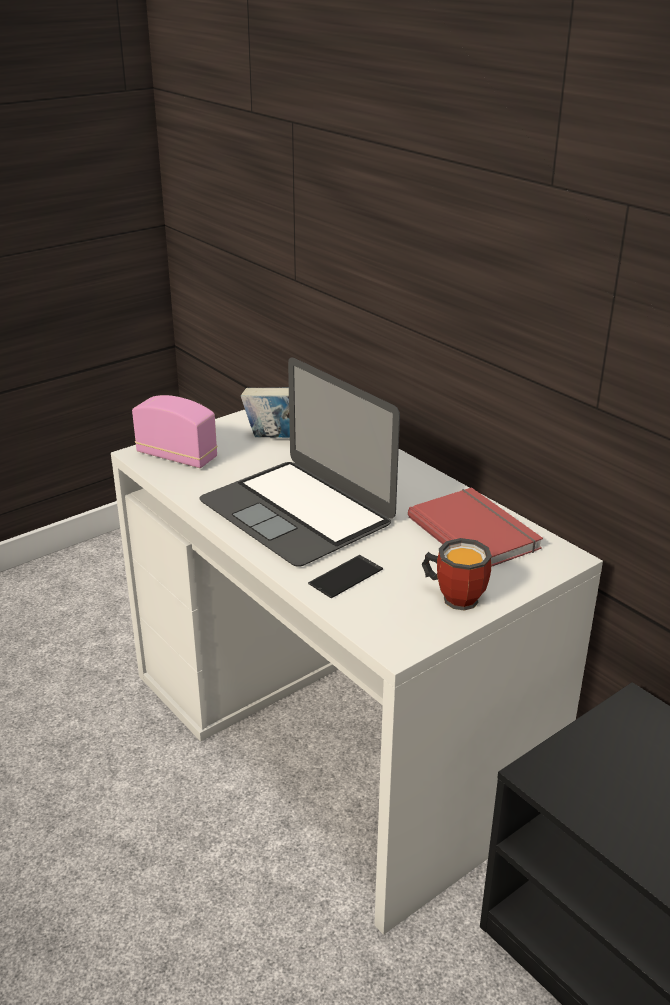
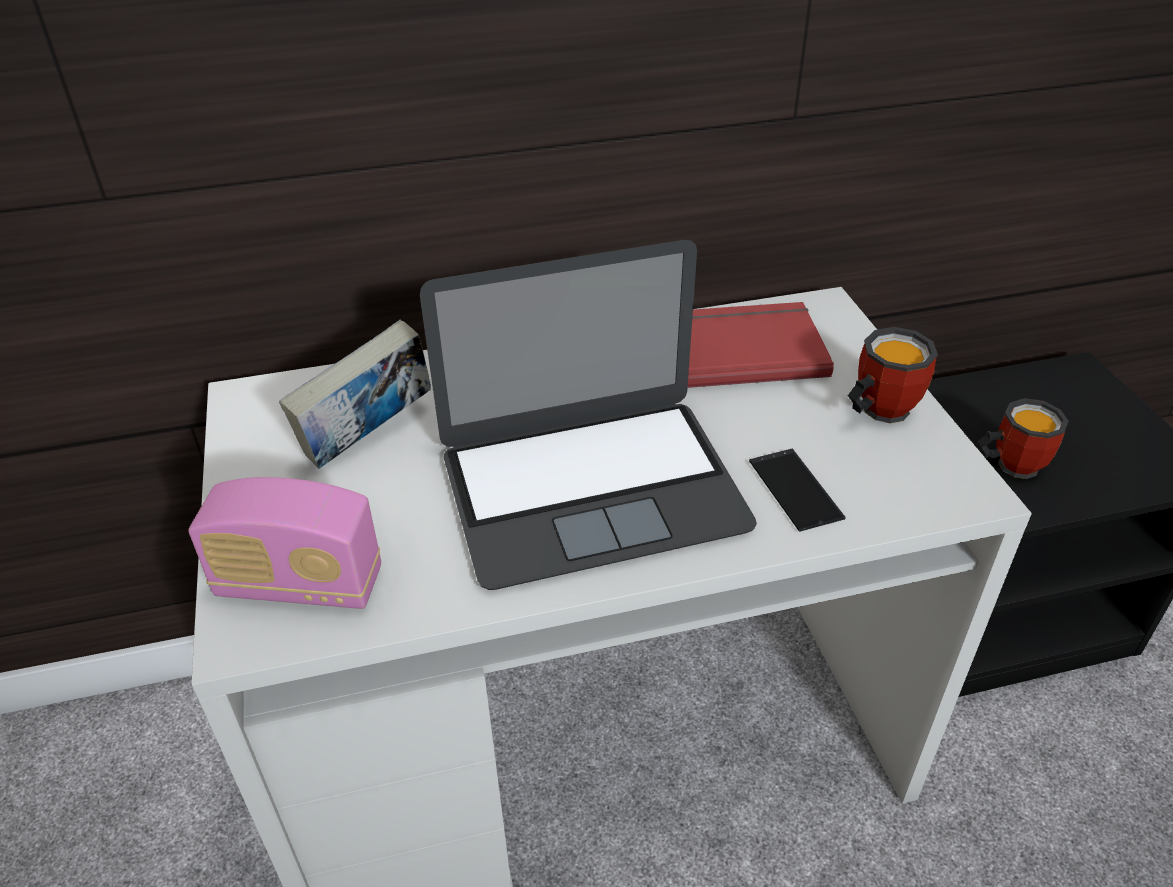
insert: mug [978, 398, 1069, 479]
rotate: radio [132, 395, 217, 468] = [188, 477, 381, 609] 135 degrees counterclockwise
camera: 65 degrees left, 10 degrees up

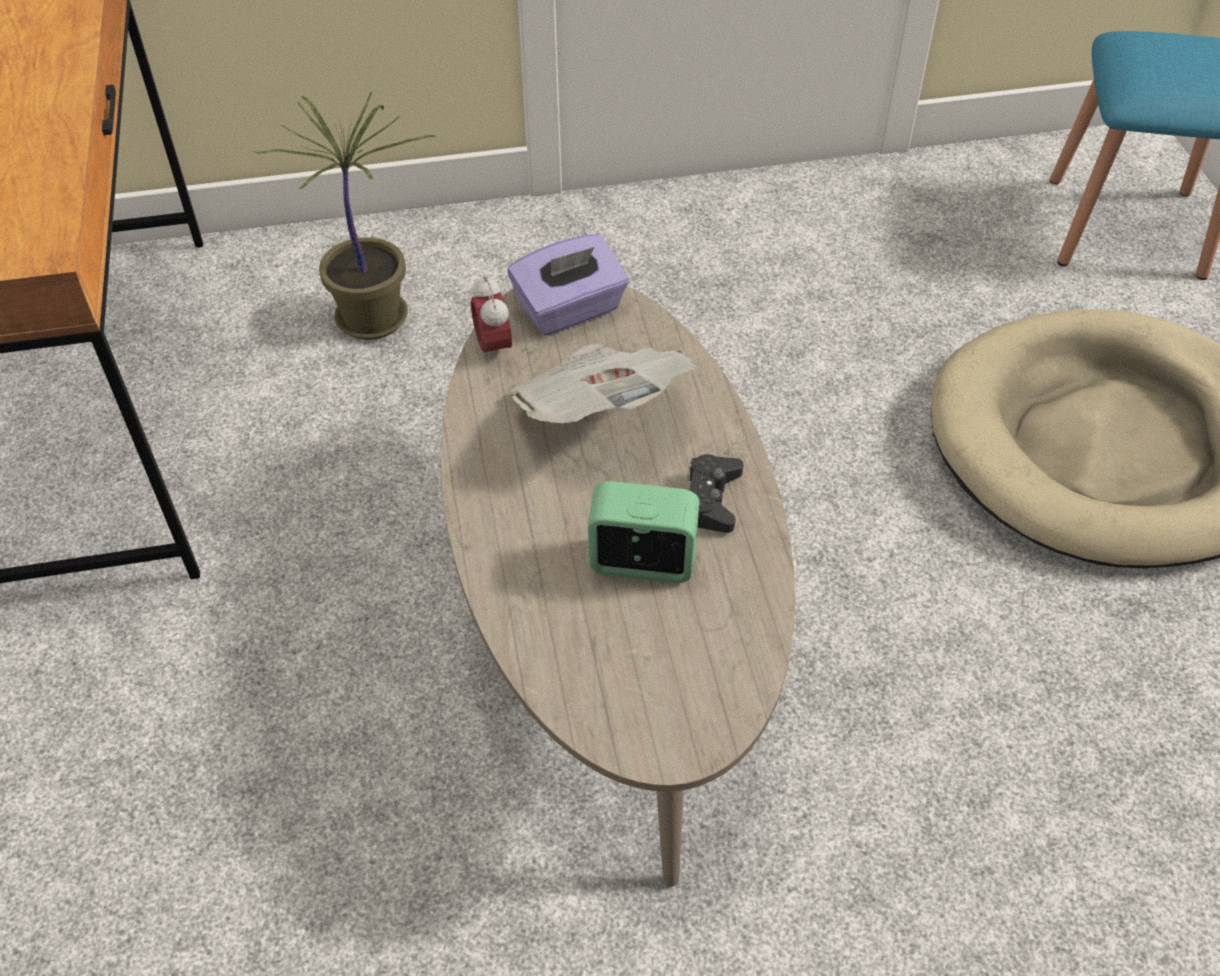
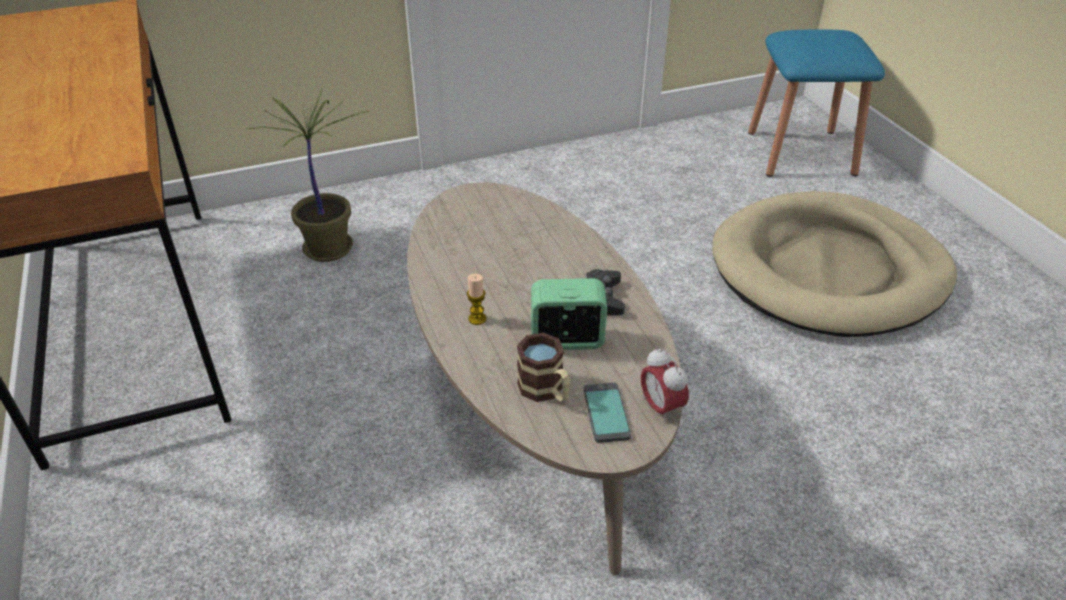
delete: tissue box in purple [508, 234, 629, 335]; newspaper [510, 343, 696, 423]
insert: candle [467, 274, 486, 325]; mug [517, 333, 570, 402]; phone [584, 383, 631, 443]
move: alarm clock [471, 275, 512, 364] to [641, 347, 689, 423]
camera: 10 degrees left, 10 degrees down

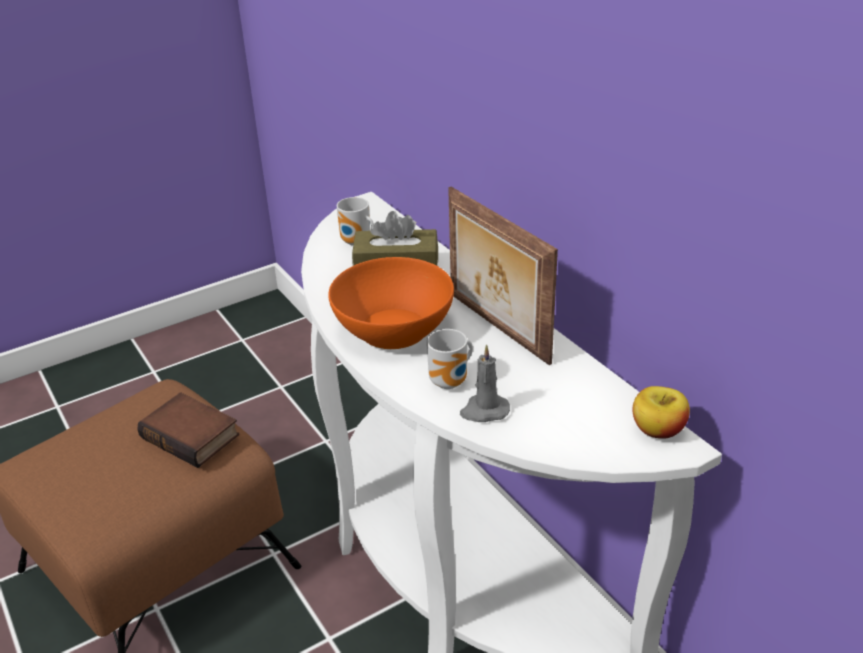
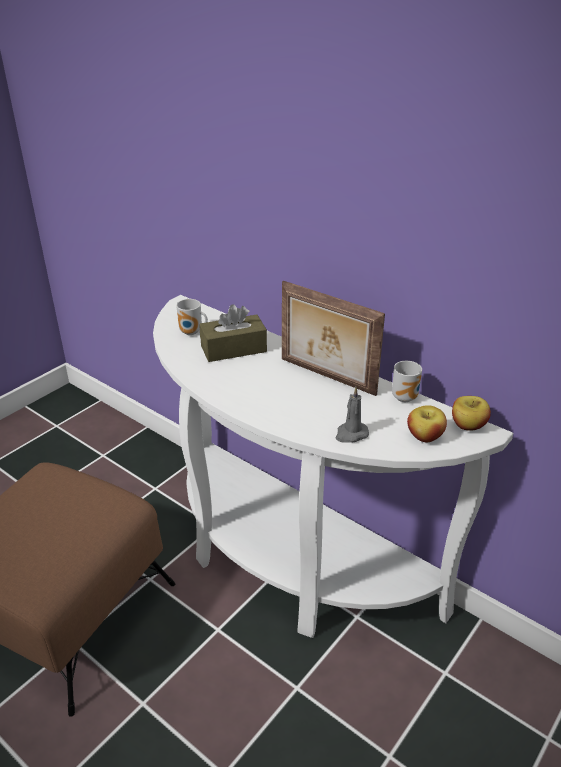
delete: book [137, 393, 239, 468]; bowl in orange [328, 257, 454, 349]
insert: apple [407, 405, 447, 442]
move: mug [427, 329, 473, 389] to [392, 361, 422, 402]
camera: 20 degrees left, 0 degrees up

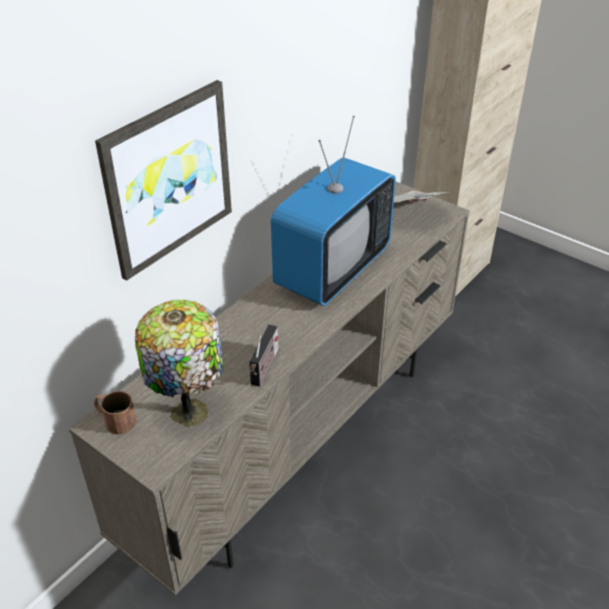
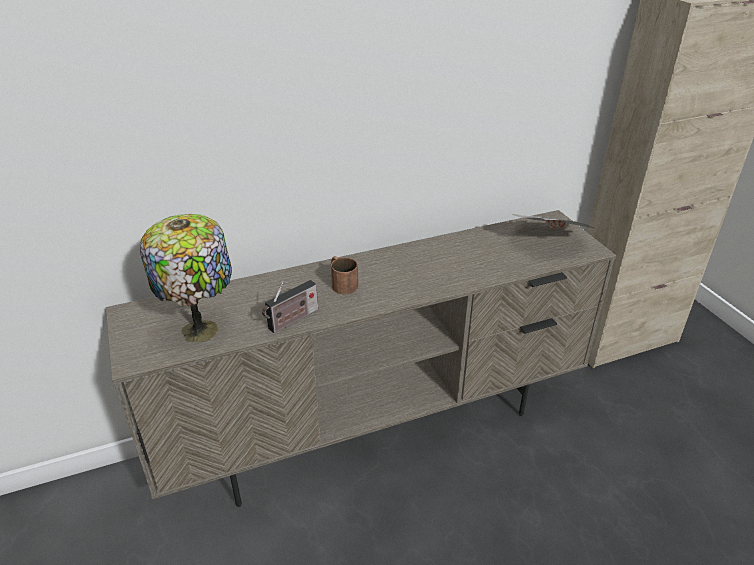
delete: picture [95, 80, 232, 281]; television [271, 116, 396, 306]
move: mug in brown [94, 391, 136, 434] to [331, 256, 358, 295]
camera: 30 degrees right, 5 degrees down

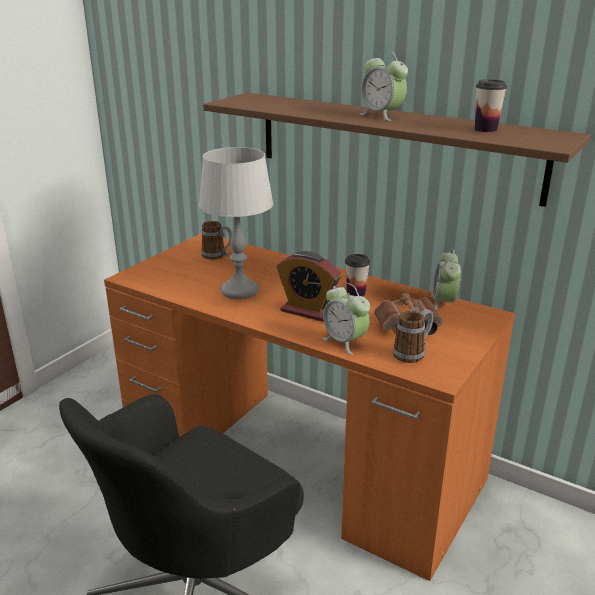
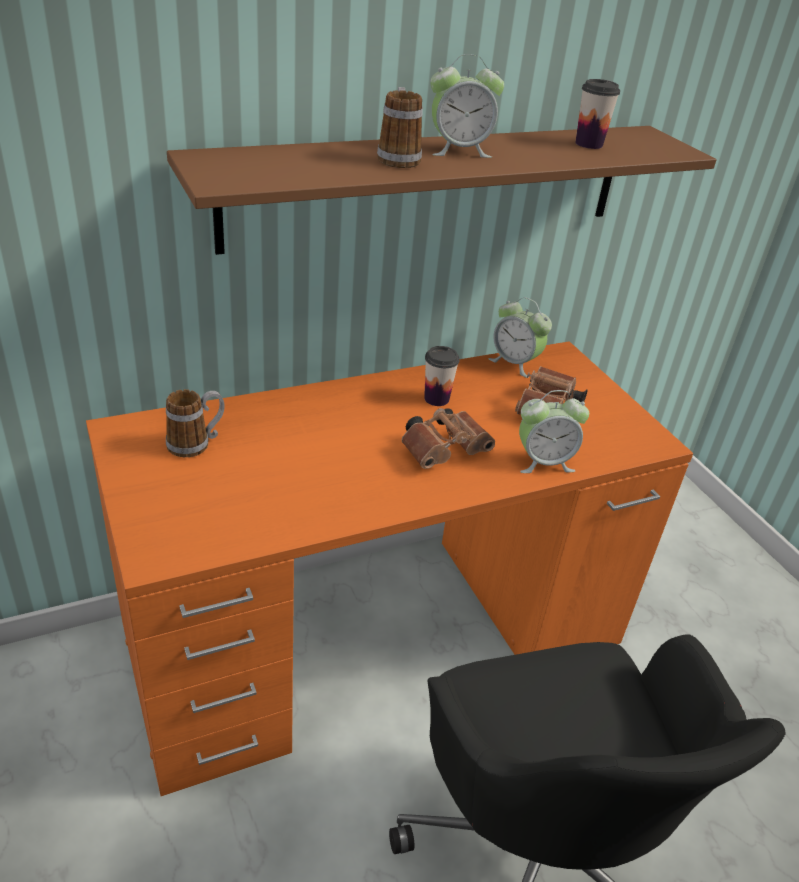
delete: table lamp in grey [198, 147, 274, 299]
move: mug [393, 309, 433, 363] to [377, 87, 423, 168]
replace: alarm clock [277, 251, 341, 322] to binoculars in brown [402, 408, 495, 469]
camera: 60 degrees left, 10 degrees up

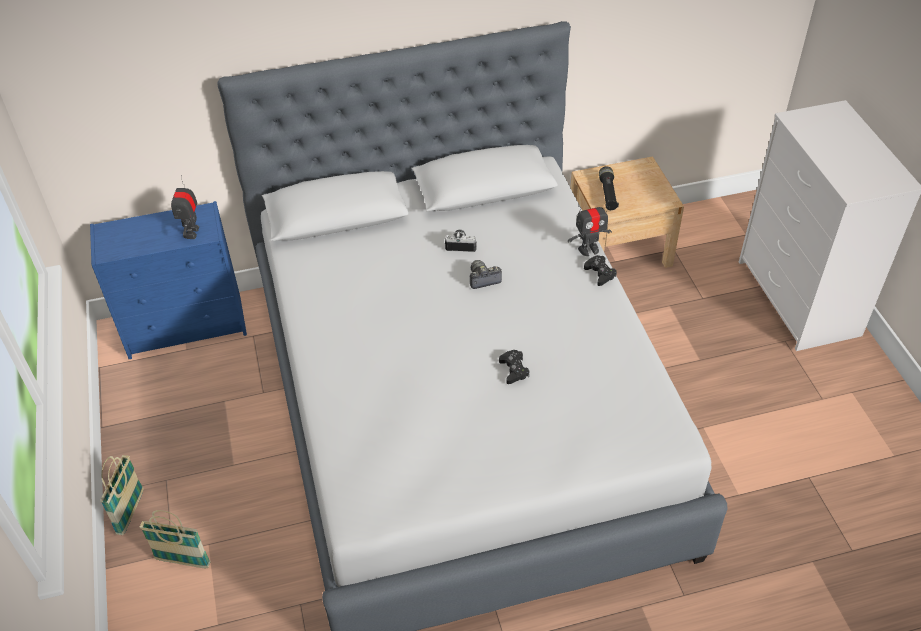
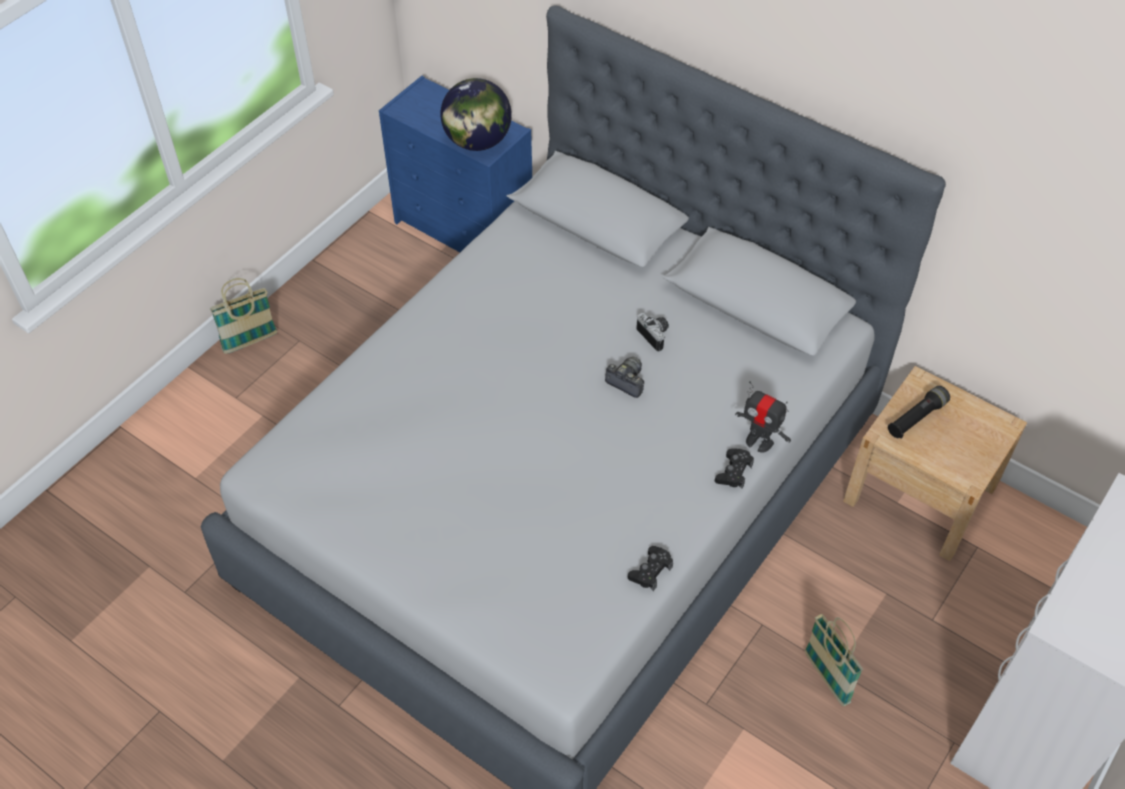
move: basket [139, 510, 211, 568] to [805, 614, 863, 707]; game controller in black [499, 350, 529, 384] to [628, 546, 673, 591]
replace: toy robot [171, 175, 199, 239] to globe [440, 78, 512, 151]
camera: 50 degrees right, 5 degrees up

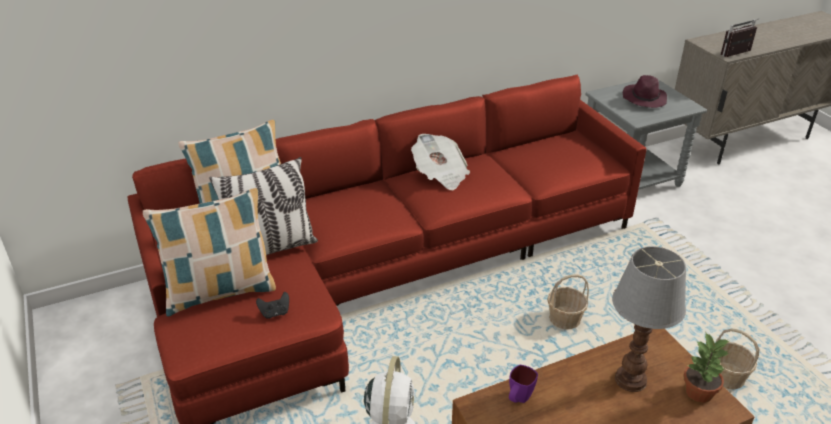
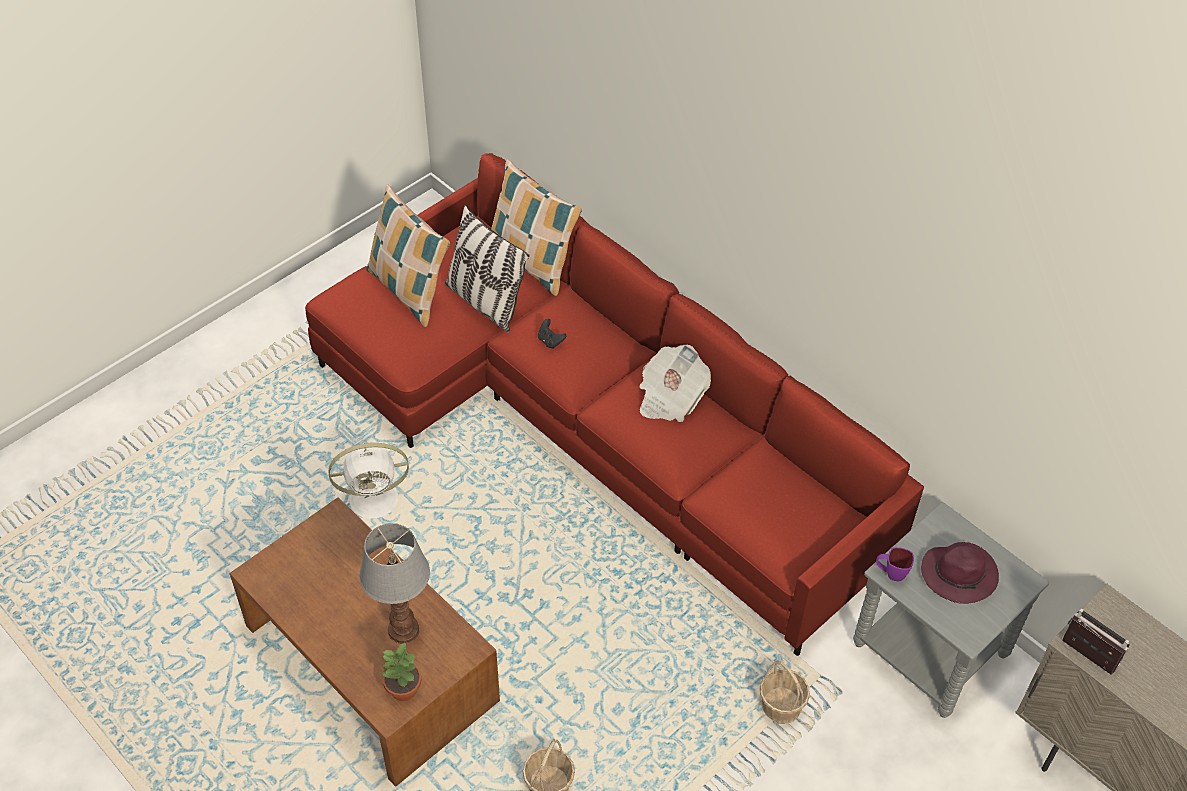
move: game controller in black [256, 292, 289, 319] to [538, 319, 566, 349]; mug in purple [509, 365, 538, 403] to [876, 547, 914, 581]; basket [547, 274, 589, 329] to [760, 660, 810, 724]
camera: 70 degrees right, 15 degrees up

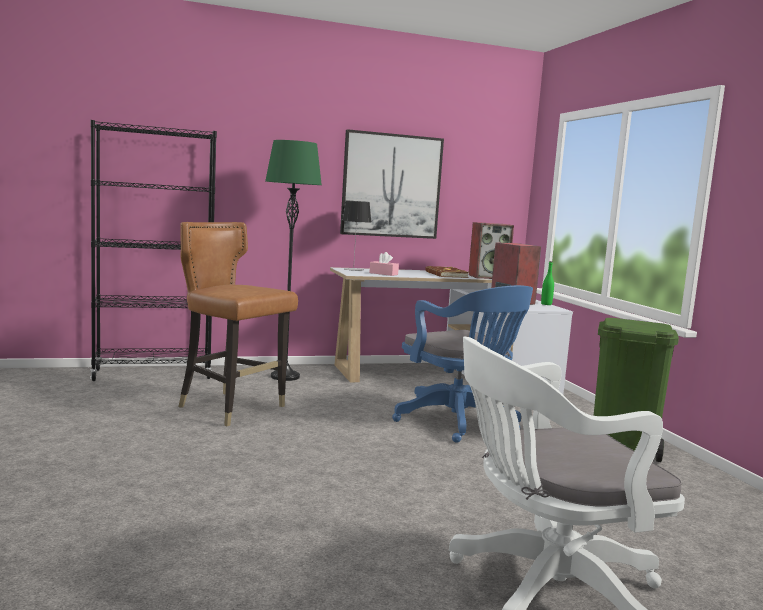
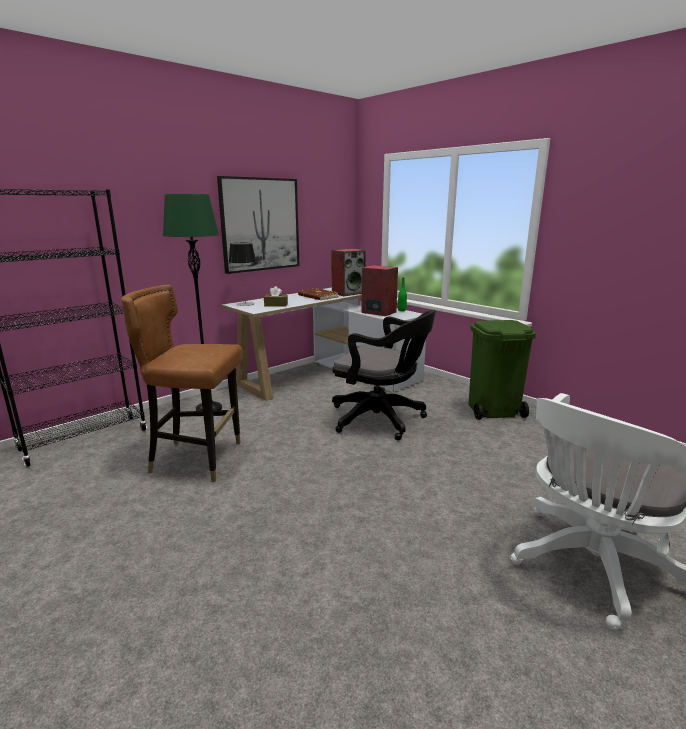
recolor: tissue box in pink [369, 252, 399, 276] to tissue box in brown [264, 286, 288, 307]; office chair in blue [392, 285, 533, 443] to office chair in black [332, 310, 436, 440]
camera: 25 degrees left, 10 degrees up

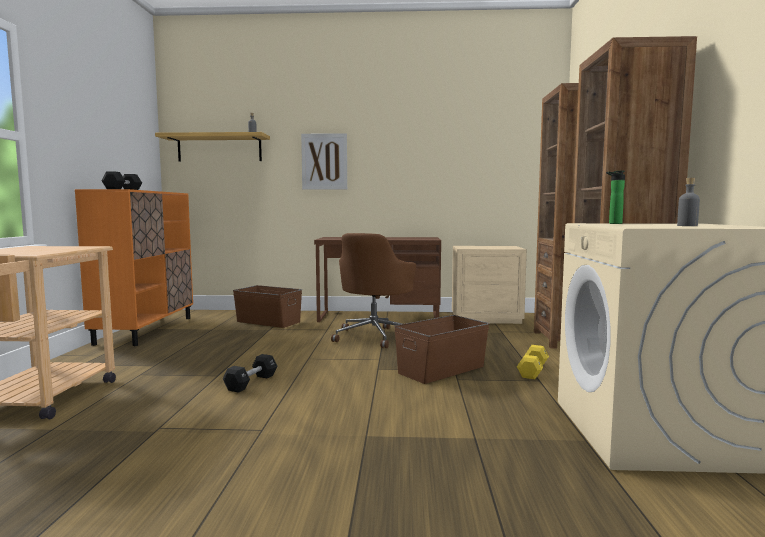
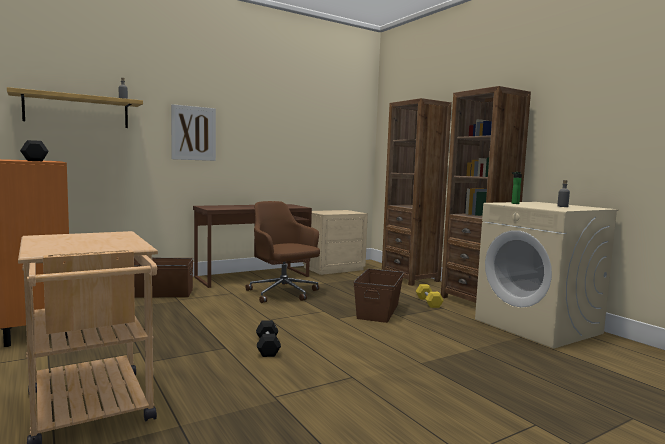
rotate: office chair in brown [331, 233, 416, 348] = [245, 201, 320, 303] 150 degrees clockwise
camera: 35 degrees left, 0 degrees up

